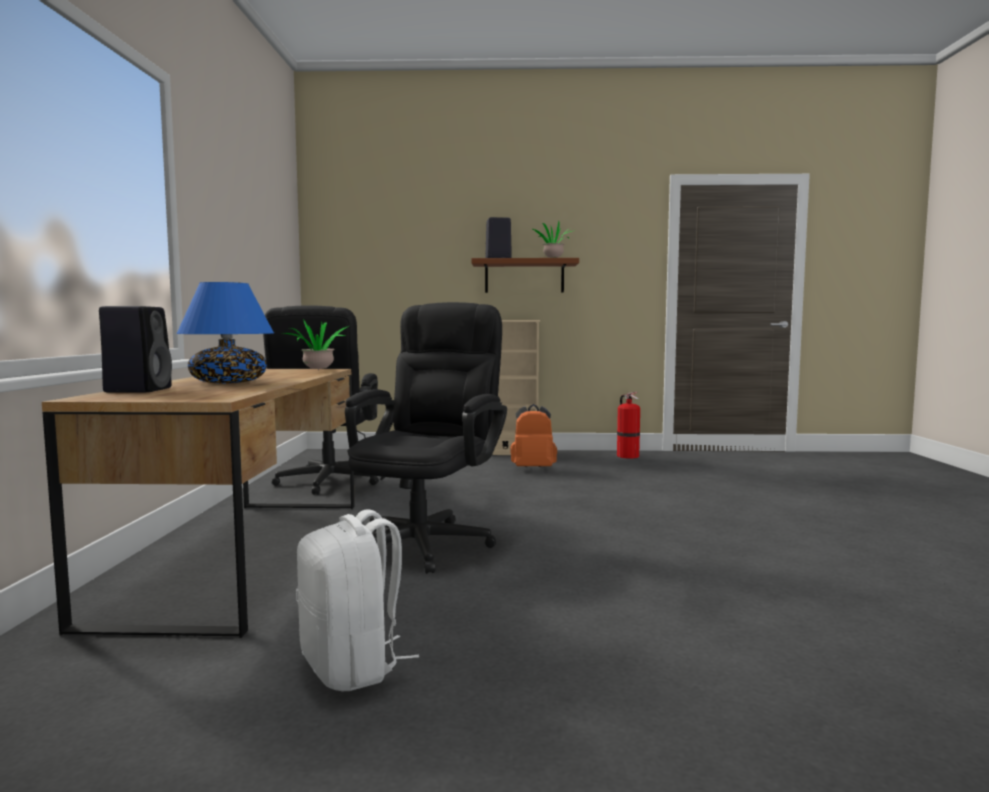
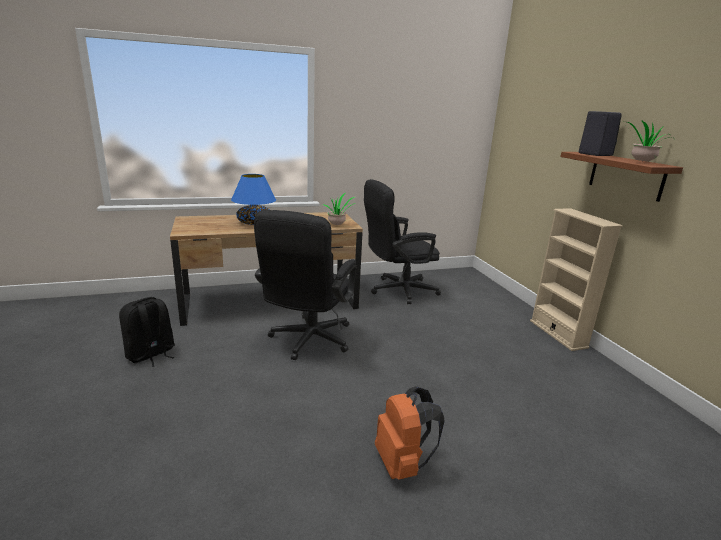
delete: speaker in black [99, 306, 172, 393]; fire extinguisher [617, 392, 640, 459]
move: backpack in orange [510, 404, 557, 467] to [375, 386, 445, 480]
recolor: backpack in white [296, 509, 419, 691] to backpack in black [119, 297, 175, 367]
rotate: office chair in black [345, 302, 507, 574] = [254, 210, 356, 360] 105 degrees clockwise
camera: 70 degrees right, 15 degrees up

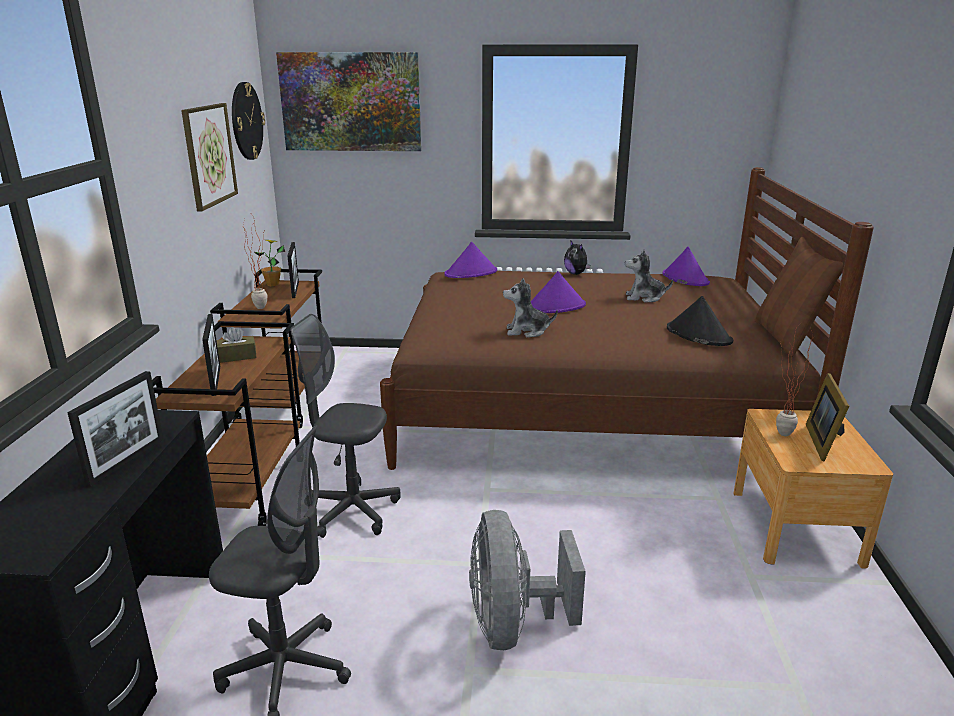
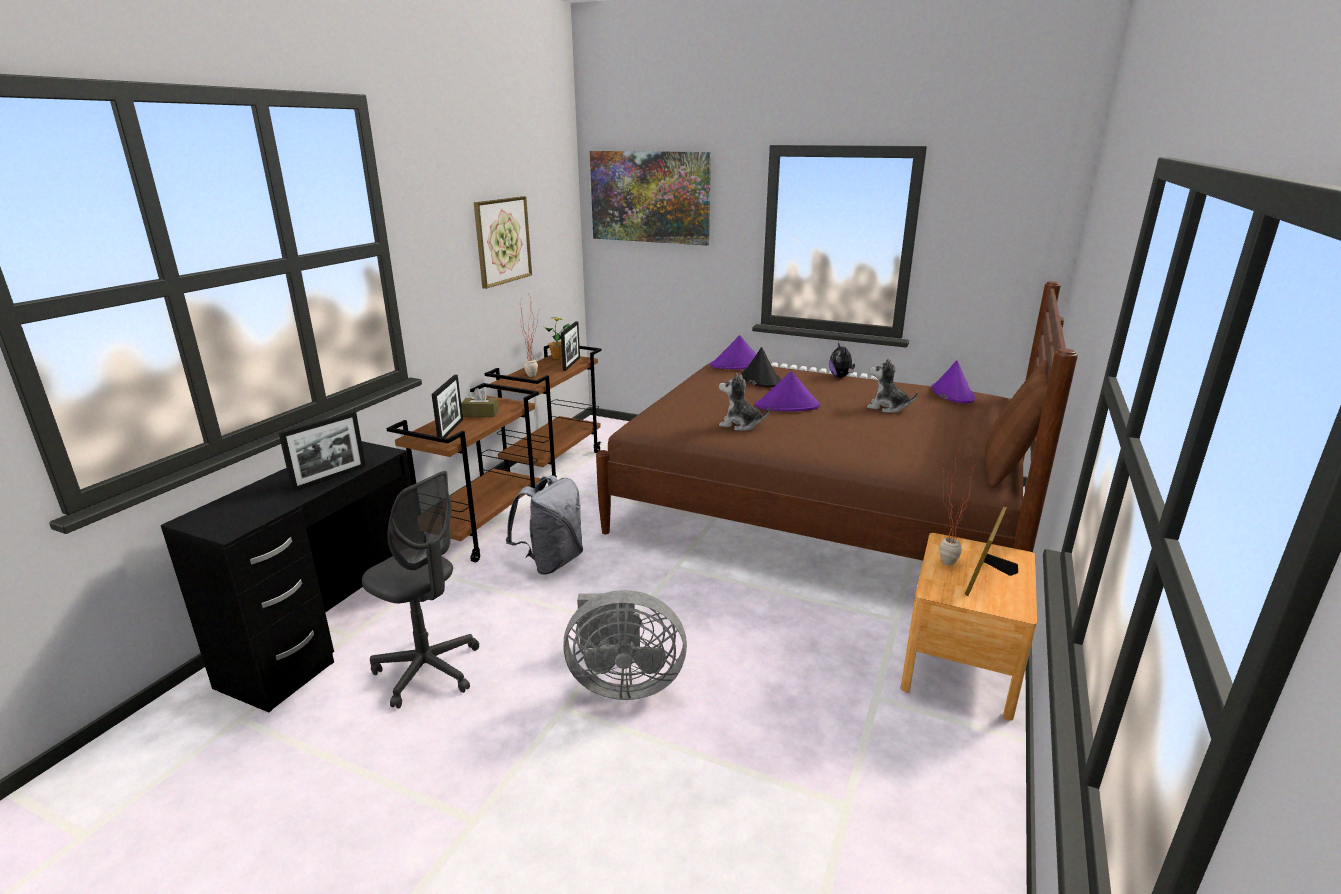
delete: wall clock [232, 82, 265, 160]
move: hat in black [667, 296, 733, 346] to [742, 347, 781, 388]
replace: office chair in grey [290, 314, 400, 538] to backpack in grey [506, 475, 583, 575]
rotate: fan in grey [469, 510, 586, 650] = [563, 590, 687, 700] 105 degrees counterclockwise
camera: 20 degrees right, 0 degrees up

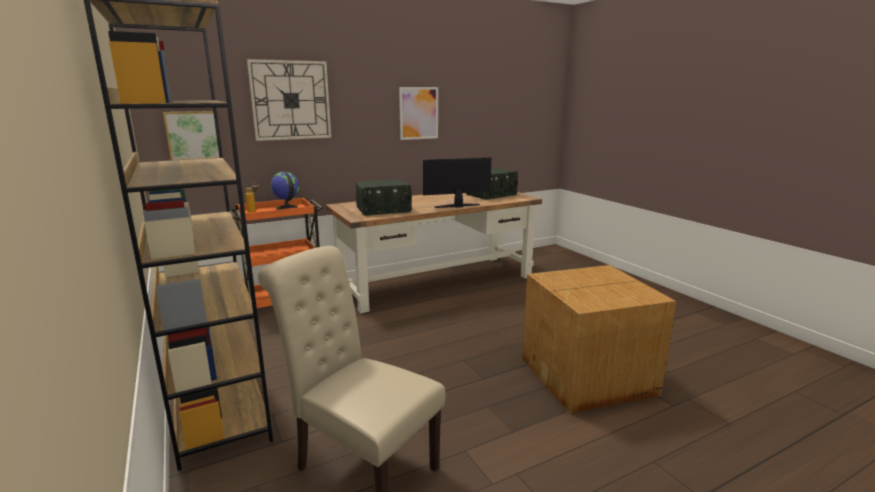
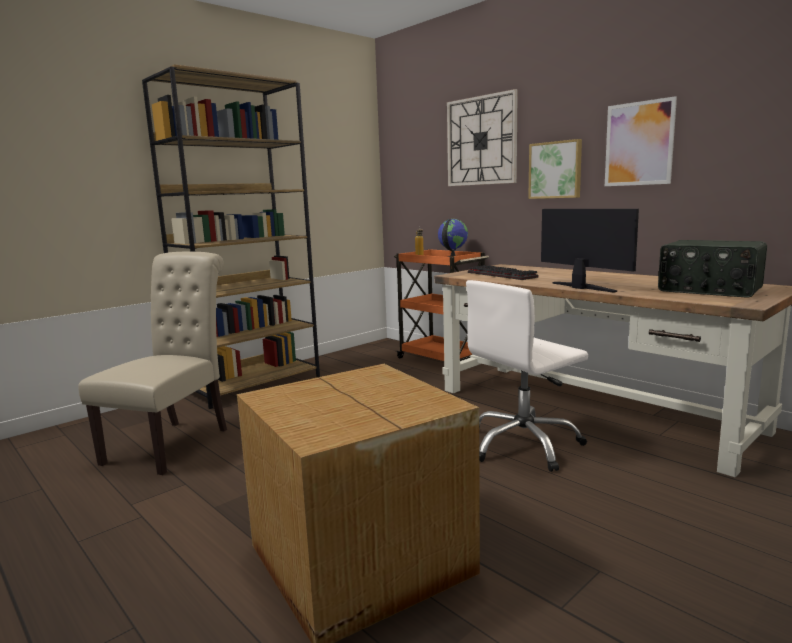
insert: office chair in white [466, 280, 588, 472]
move: picture [163, 111, 219, 160] to [528, 139, 582, 199]
replace: radio [356, 179, 412, 216] to keyboard [468, 265, 539, 280]
camera: 75 degrees right, 5 degrees down

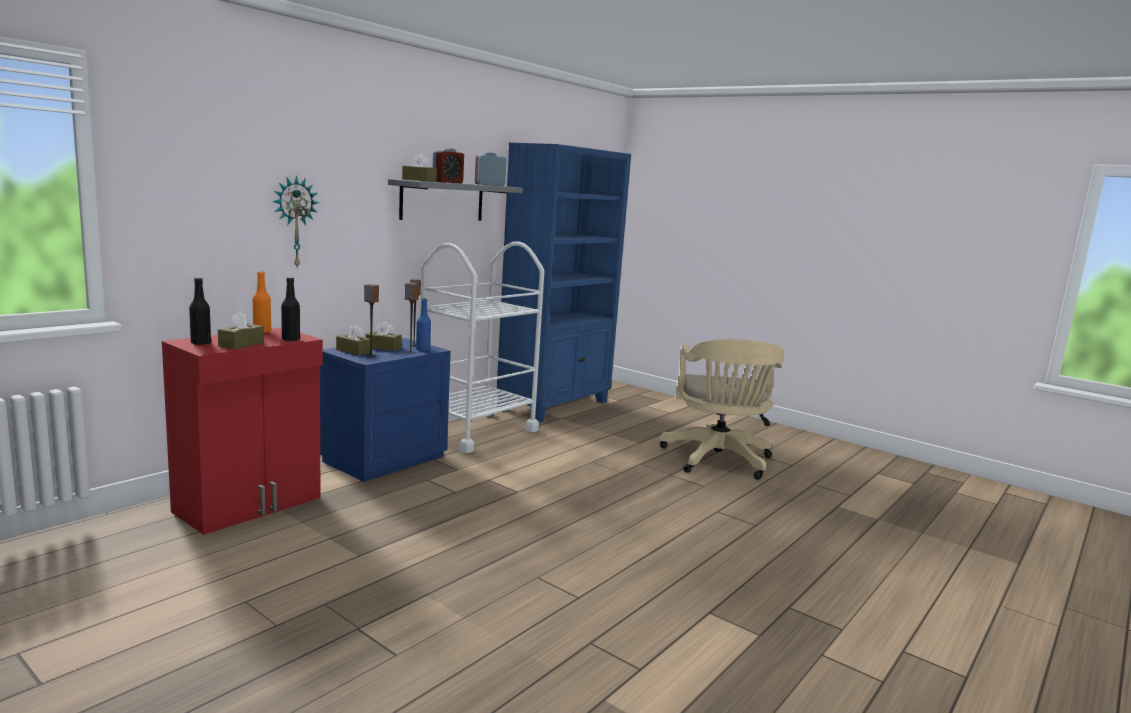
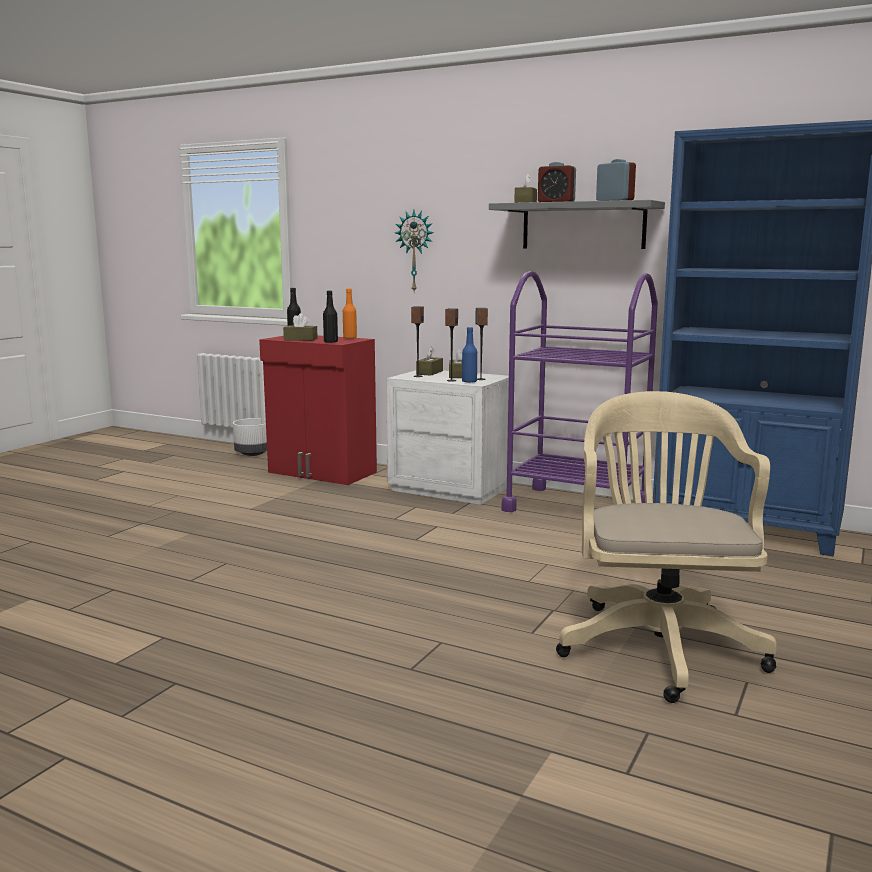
insert: planter in white [233, 418, 267, 456]
recolor: nightstand in blue [320, 338, 451, 482] to nightstand in white [386, 370, 509, 505]; cart in white [420, 241, 545, 453] to cart in purple [501, 271, 658, 512]
rotate: office chair in beige [660, 339, 784, 480] = [556, 391, 777, 703] 105 degrees clockwise
camera: 80 degrees right, 0 degrees up

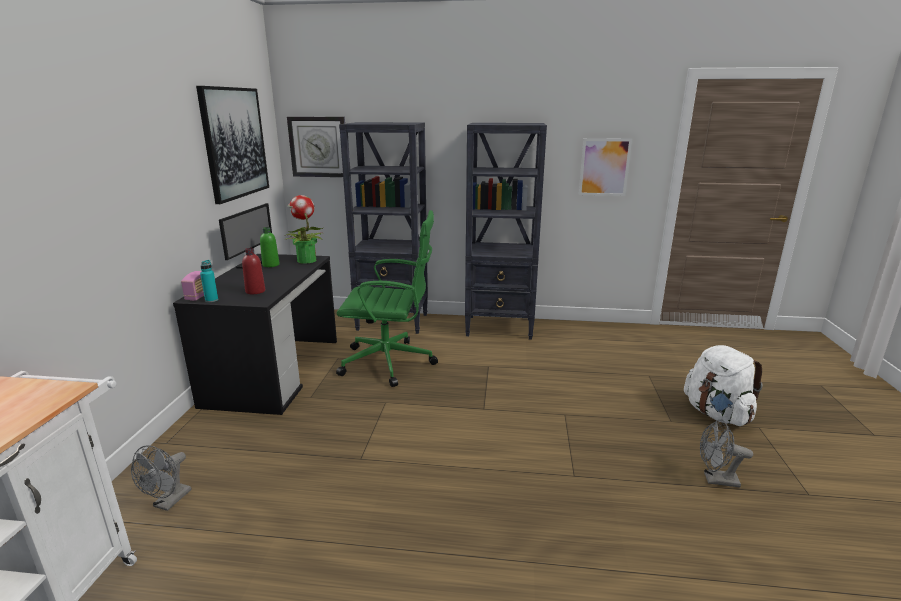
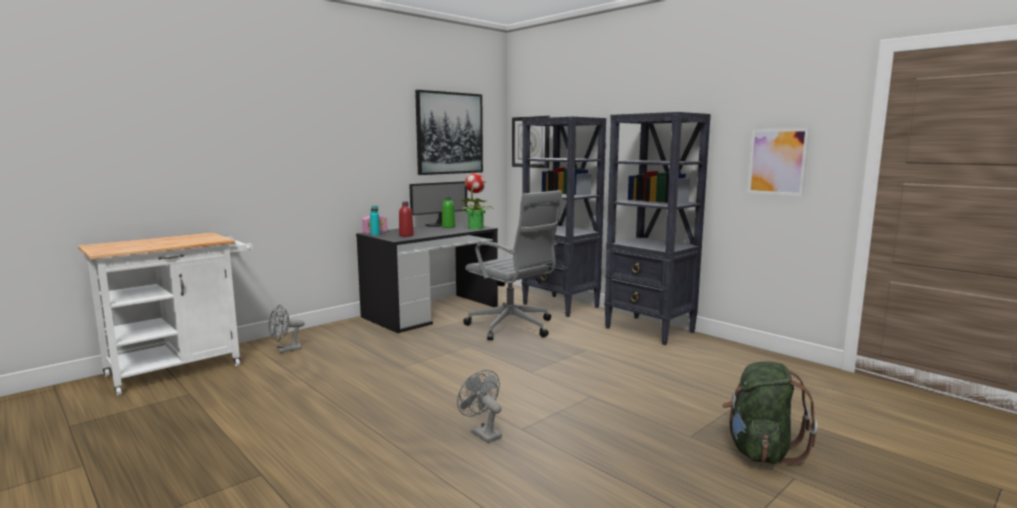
move: fan in grey [700, 419, 753, 487] to [457, 370, 502, 443]
recolor: office chair in green [336, 210, 438, 387] to office chair in grey [463, 190, 562, 340]; backpack in white [684, 345, 763, 426] to backpack in green [722, 361, 817, 464]
camera: 40 degrees right, 10 degrees down

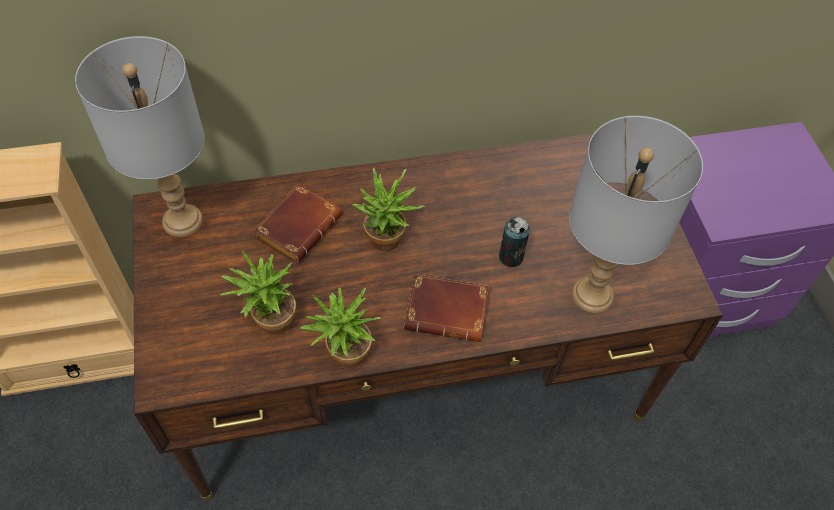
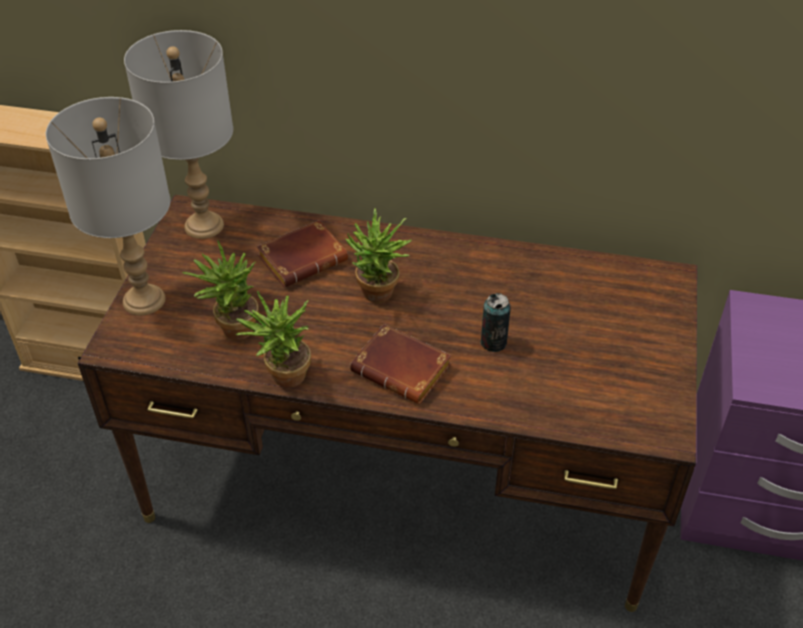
move: table lamp in grey [569, 116, 703, 313] to [46, 97, 170, 315]
camera: 25 degrees right, 10 degrees down

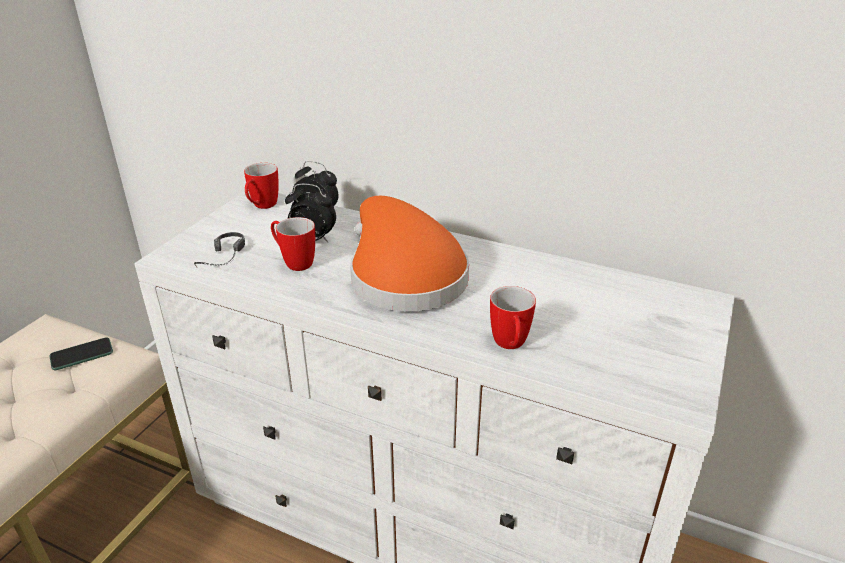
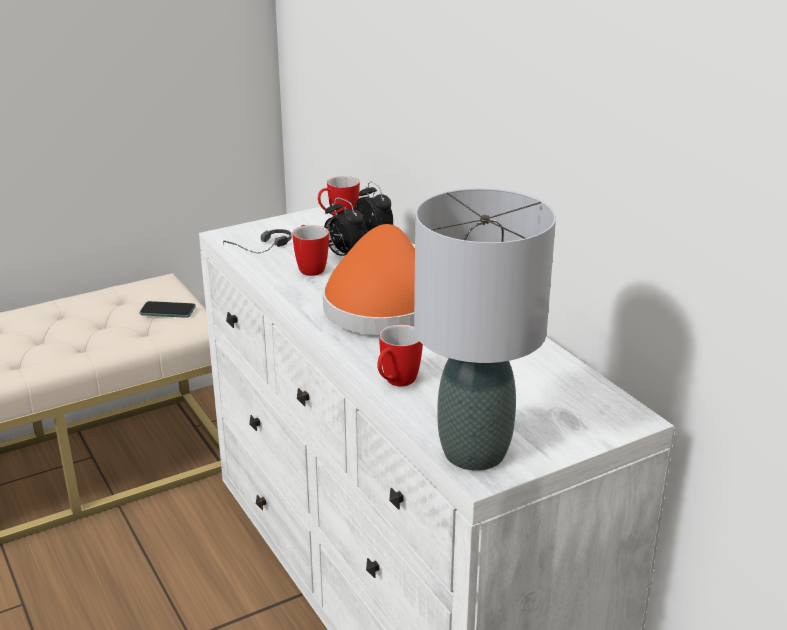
insert: table lamp in grey [414, 188, 556, 471]
camera: 35 degrees right, 5 degrees down

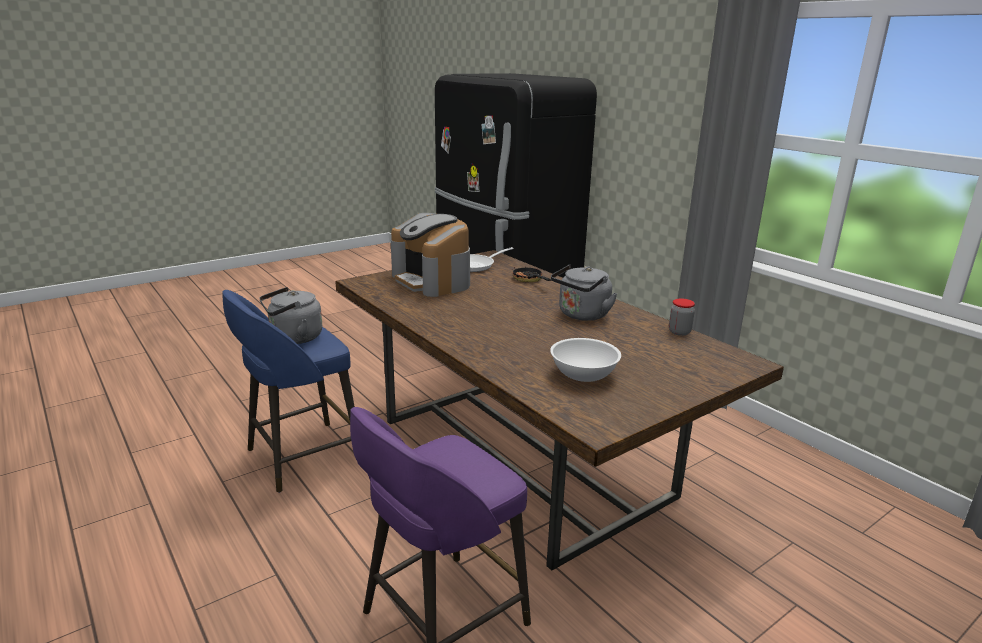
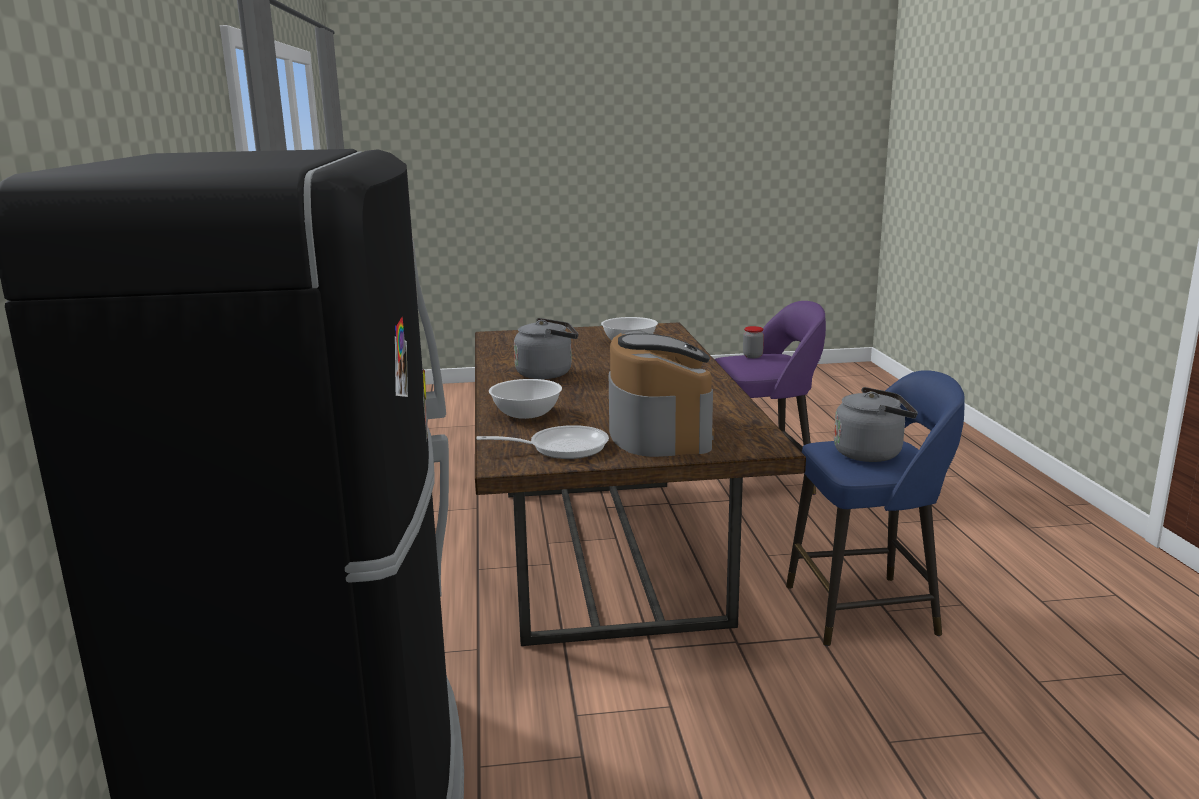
move: jar [669, 298, 695, 336] to [743, 326, 764, 358]
replace: frying pan [511, 262, 551, 282] to bowl in white [489, 379, 562, 419]
camera: 150 degrees left, 5 degrees down

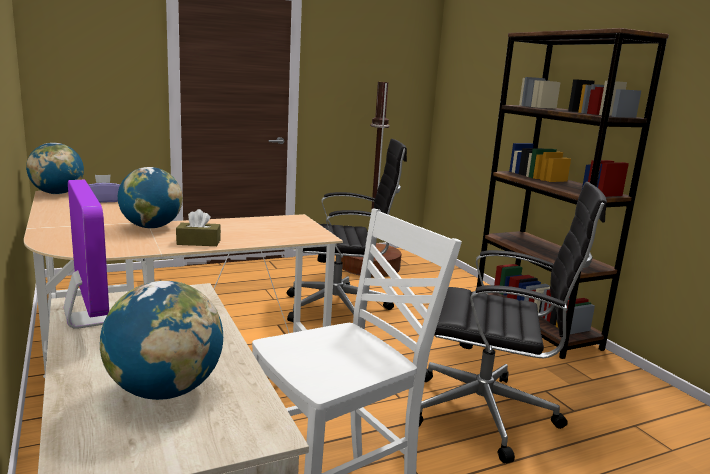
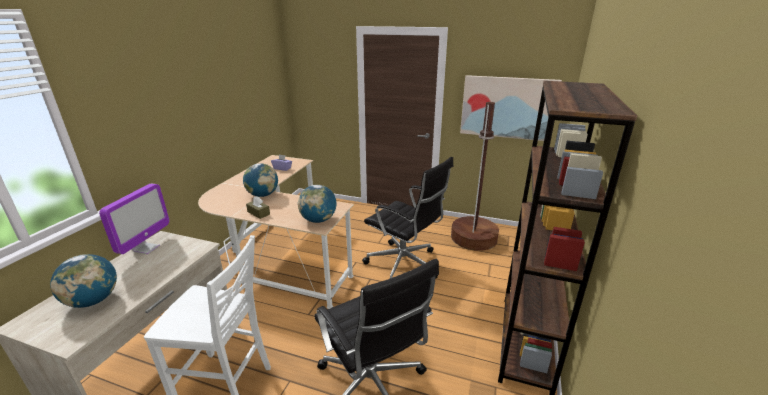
insert: picture [460, 75, 562, 141]
move: globe [26, 143, 84, 194] to [298, 185, 337, 223]
camera: 45 degrees right, 10 degrees up

